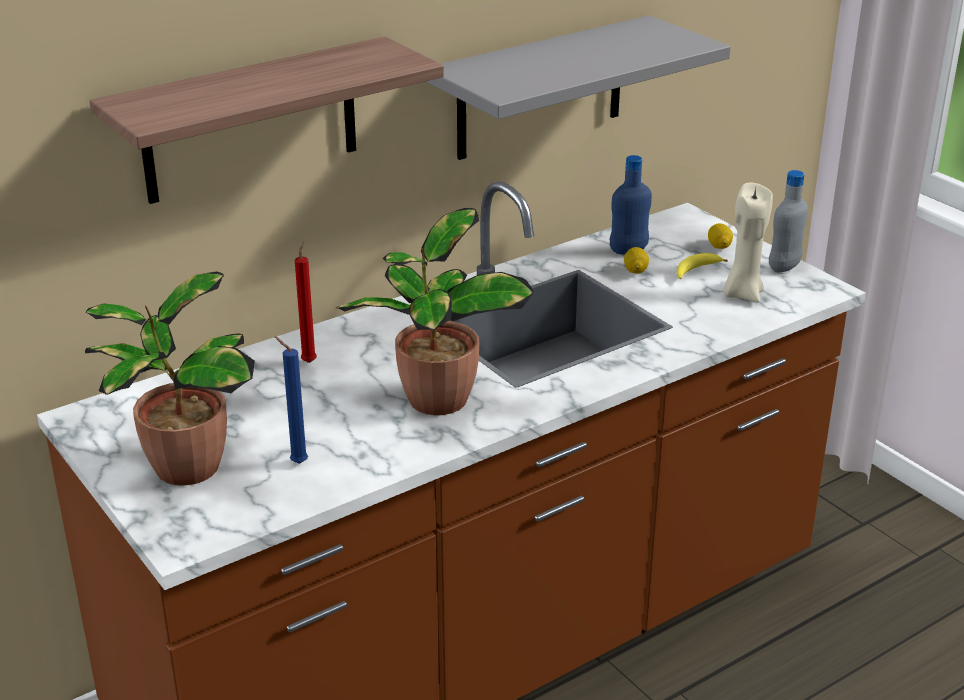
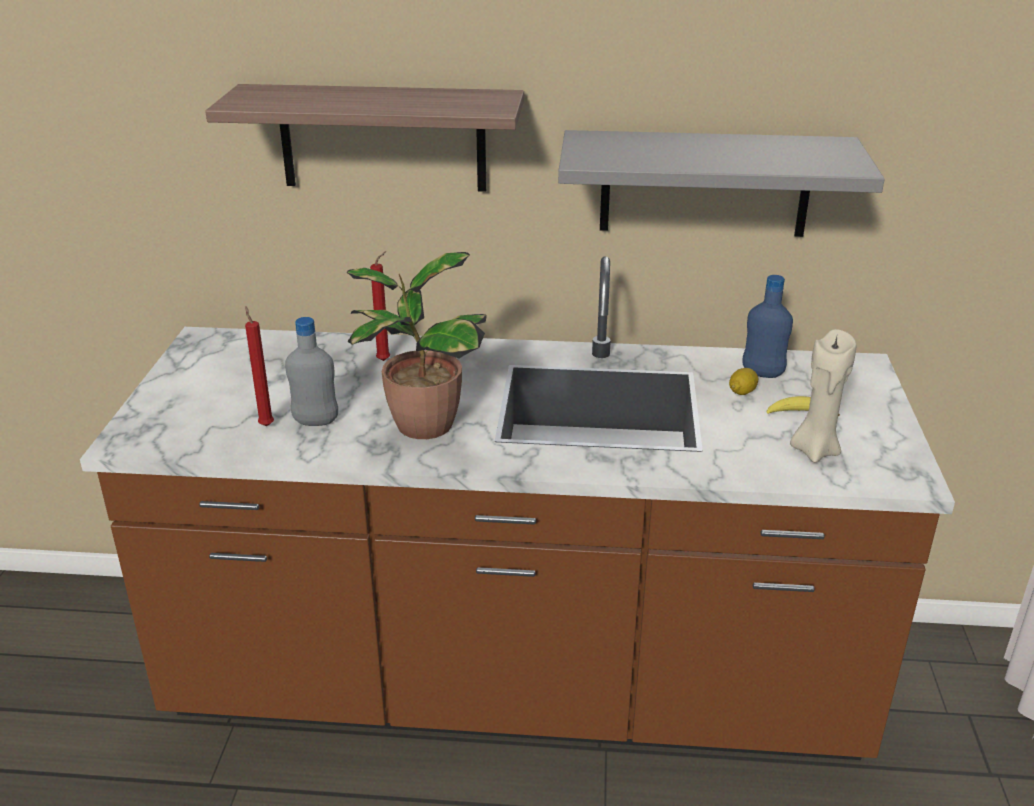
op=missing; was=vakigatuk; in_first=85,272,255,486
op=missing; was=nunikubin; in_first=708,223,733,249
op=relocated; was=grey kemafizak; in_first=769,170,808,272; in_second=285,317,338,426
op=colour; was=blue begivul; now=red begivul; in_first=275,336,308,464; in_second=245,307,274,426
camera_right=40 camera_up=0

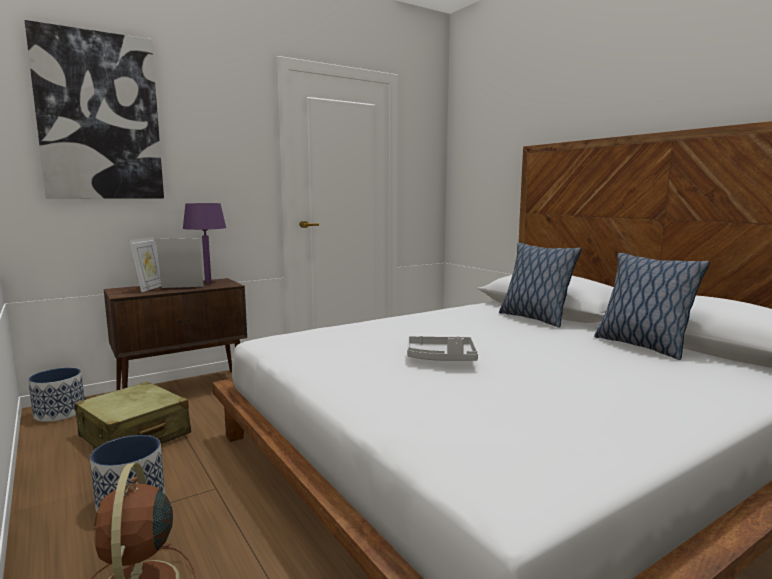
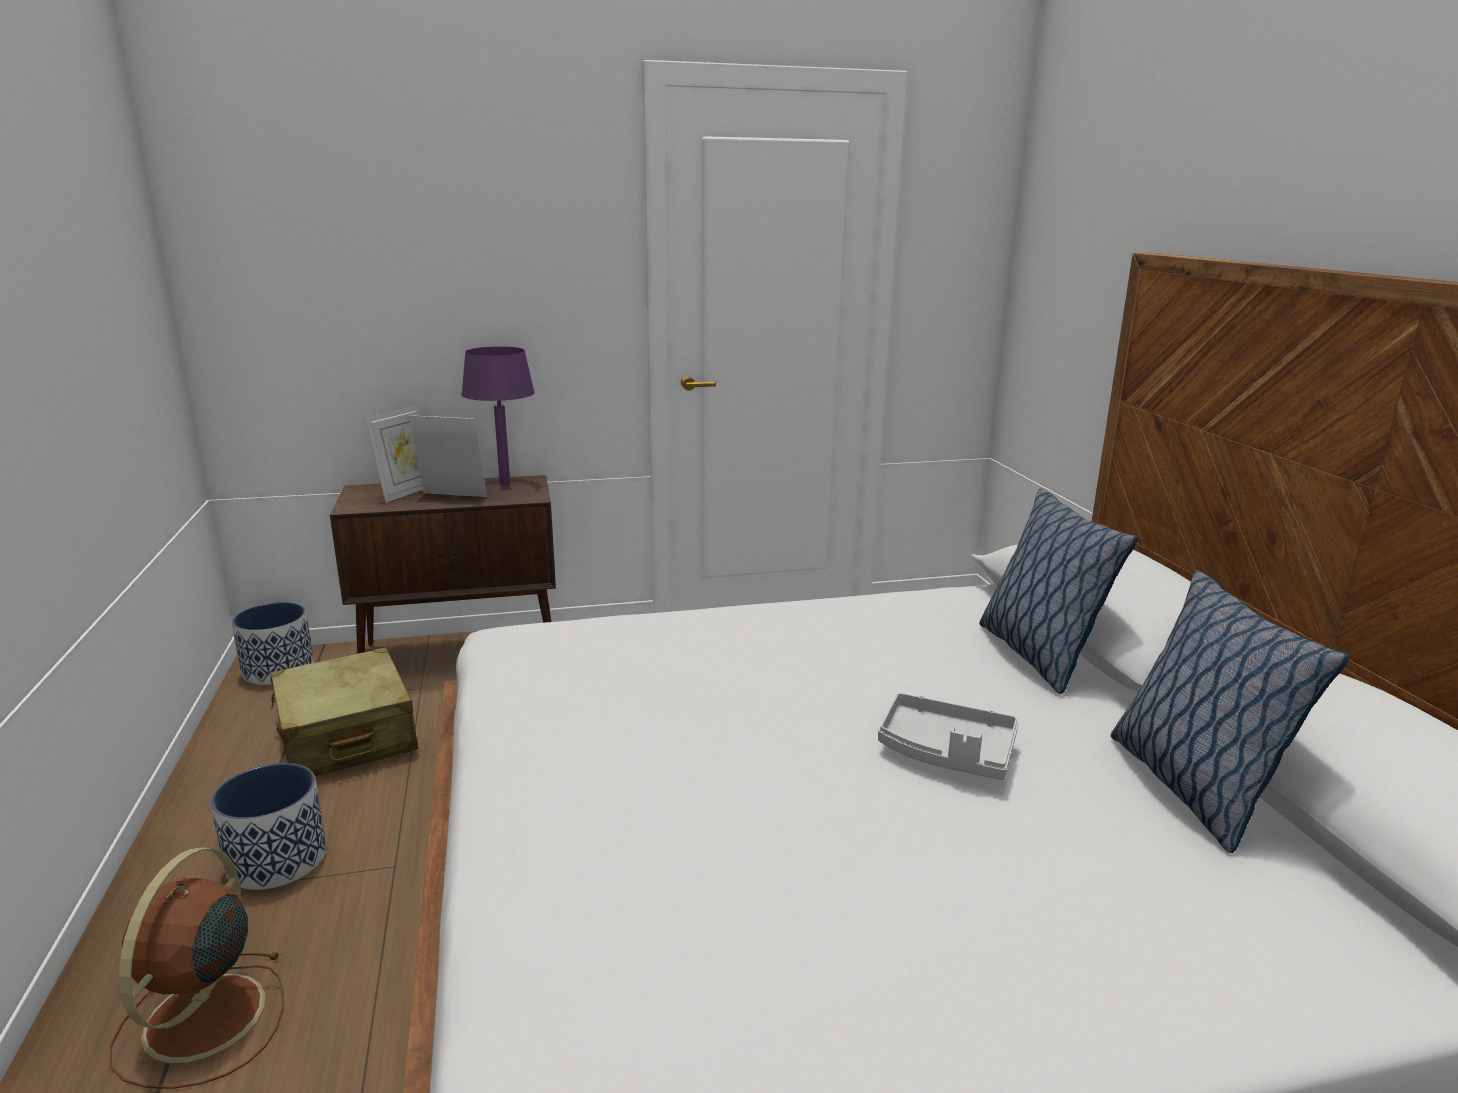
op=missing; was=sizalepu; in_first=25,20,164,199
op=relocated; was=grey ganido; in_first=407,336,478,361; in_second=878,693,1019,780
camera_right=20 camera_up=10

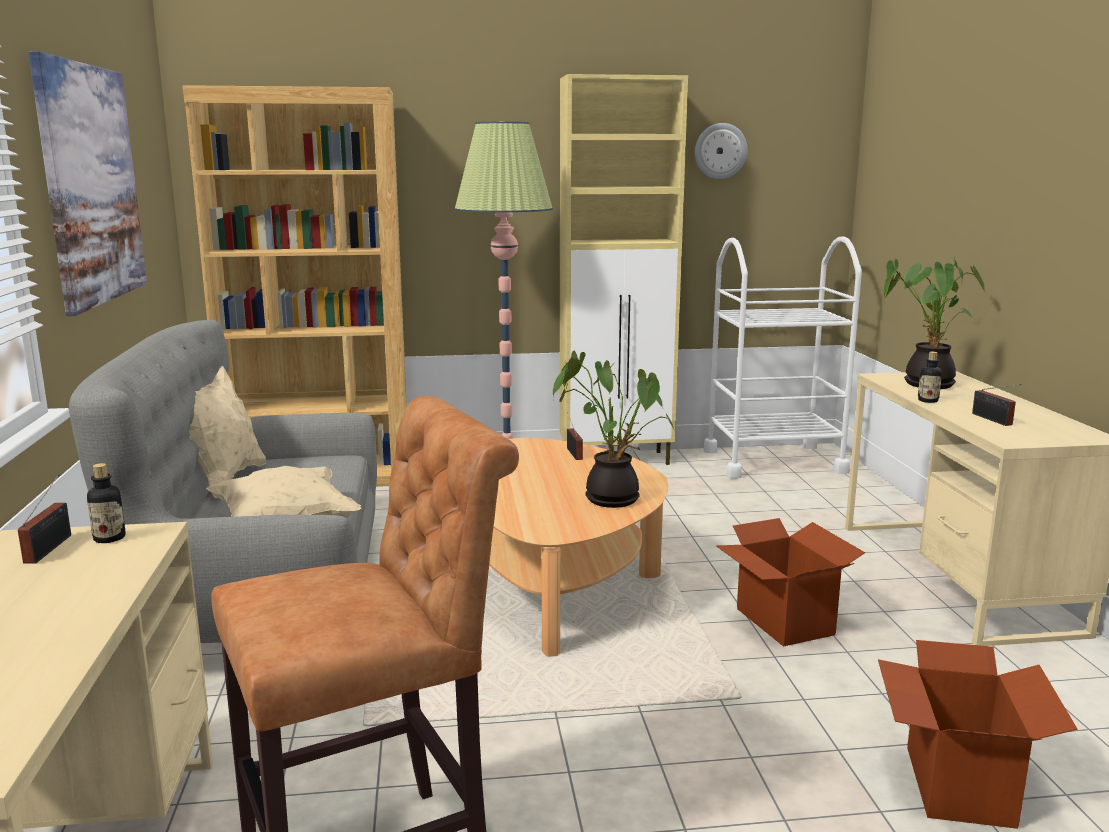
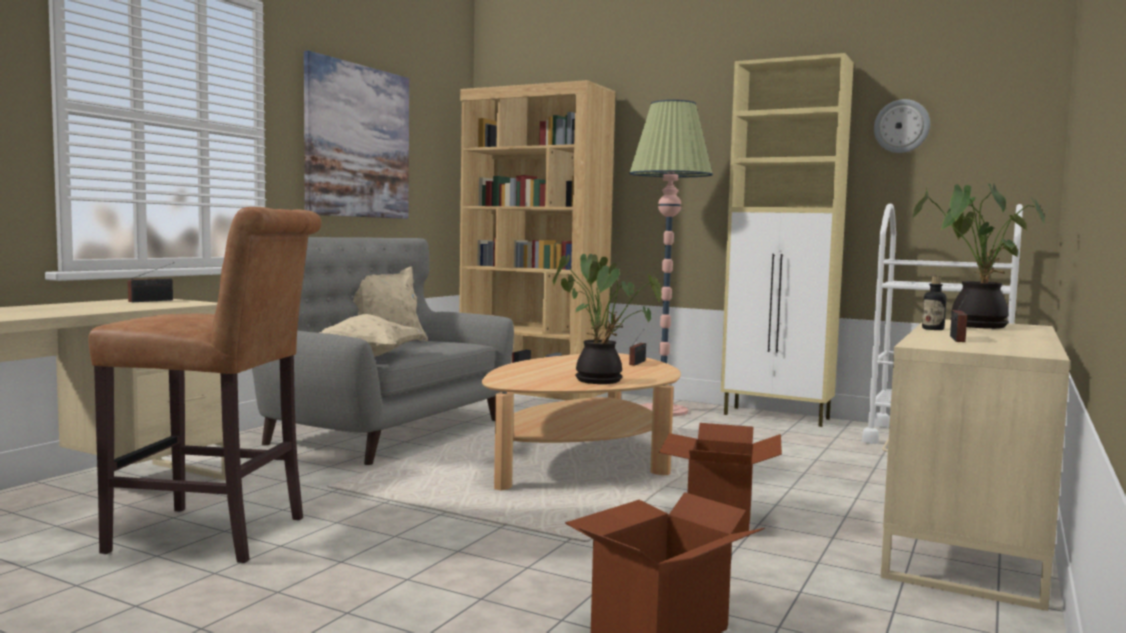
op=missing; was=kemafizak; in_first=87,463,126,543
camera_right=35 camera_up=-10

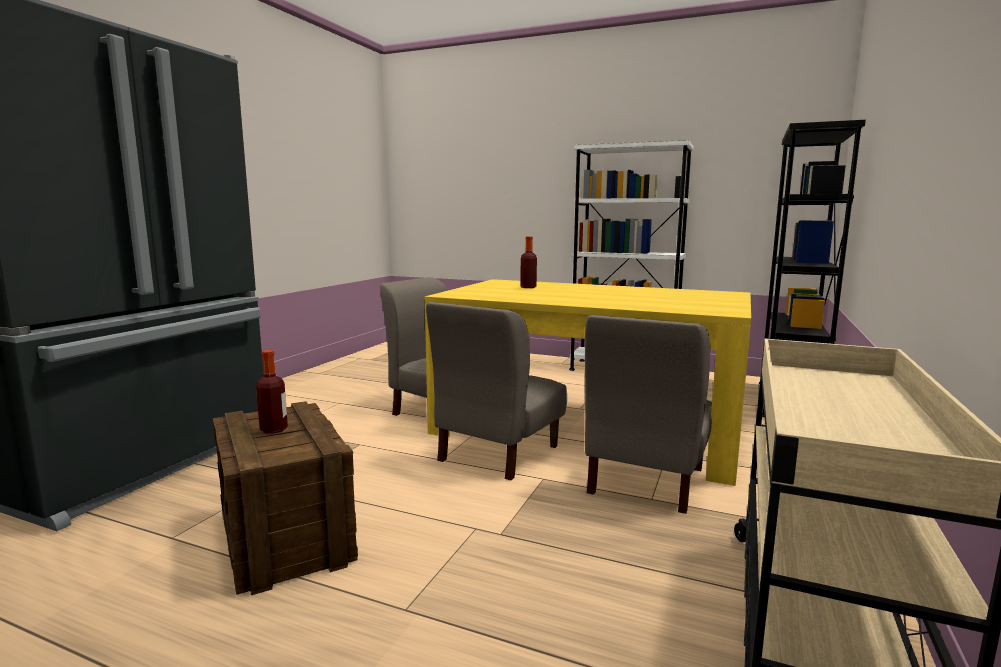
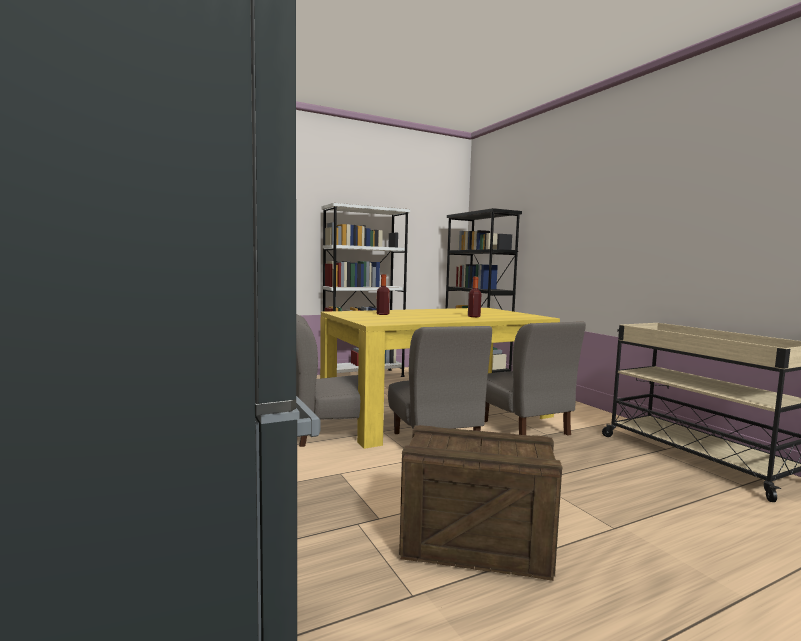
op=relocated; was=kemafizak; in_first=256,350,288,434; in_second=468,277,481,317
camera_right=-50 camera_up=-5

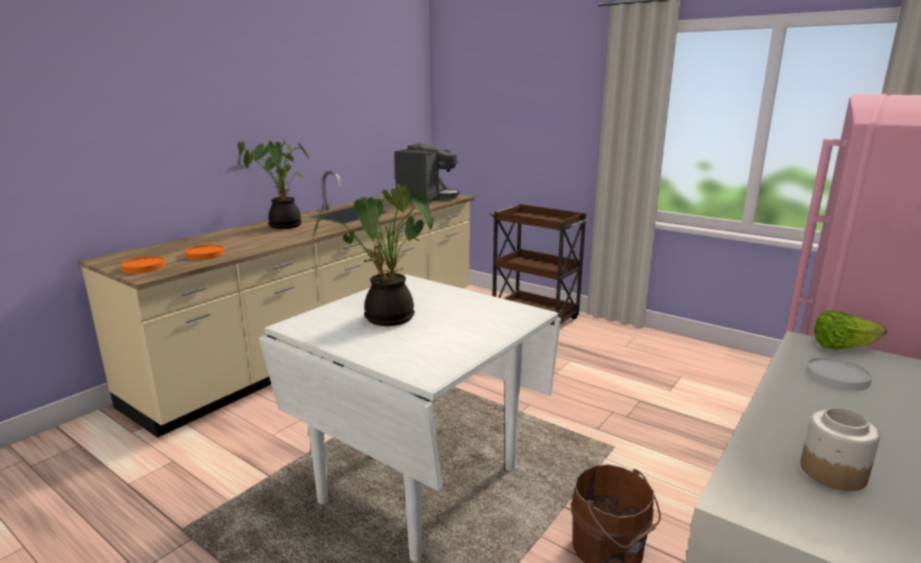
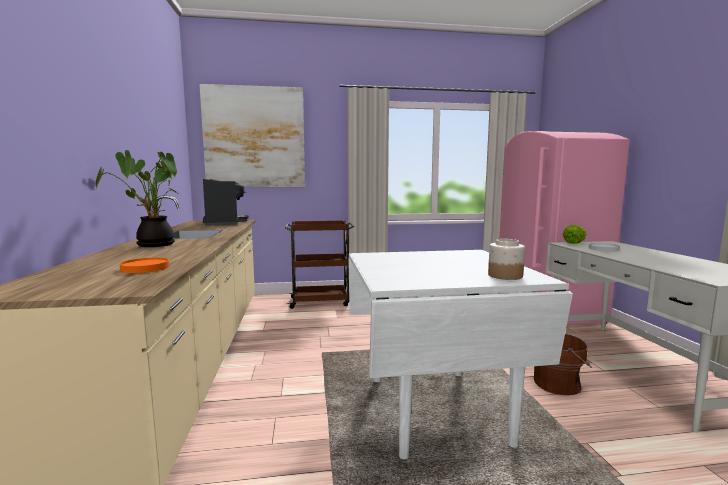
op=missing; was=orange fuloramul; in_first=121,256,165,273
op=missing; was=vakigatuk; in_first=312,183,434,326
op=appeared; now=sizalepu; in_second=199,84,305,187
op=relocated; was=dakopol; in_first=800,408,880,491; in_second=488,239,525,280
camera_right=-45 camera_up=-10

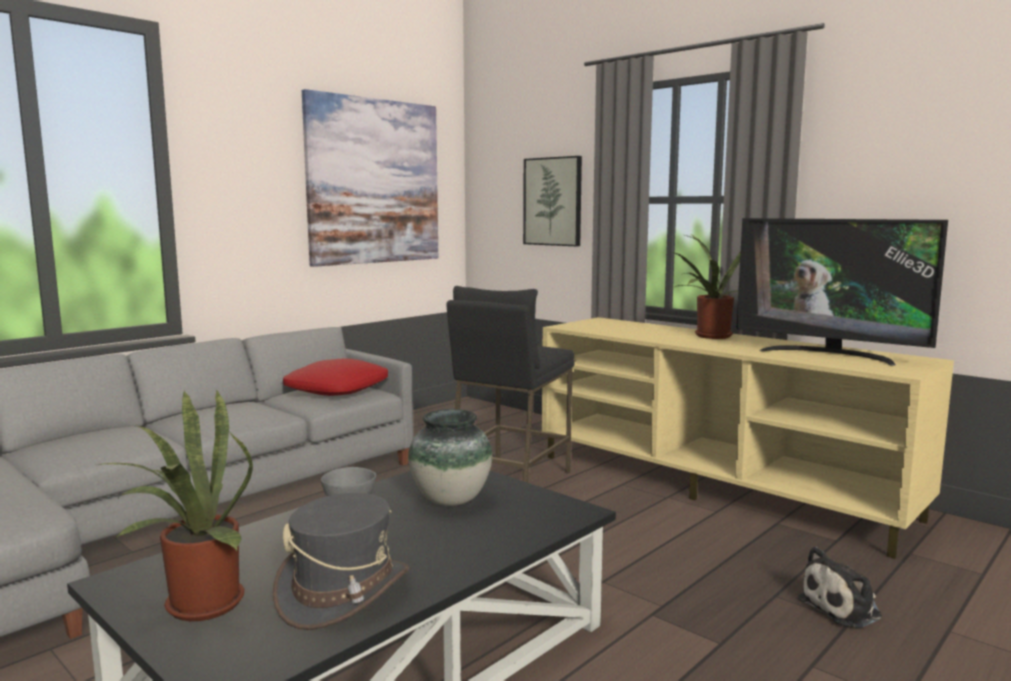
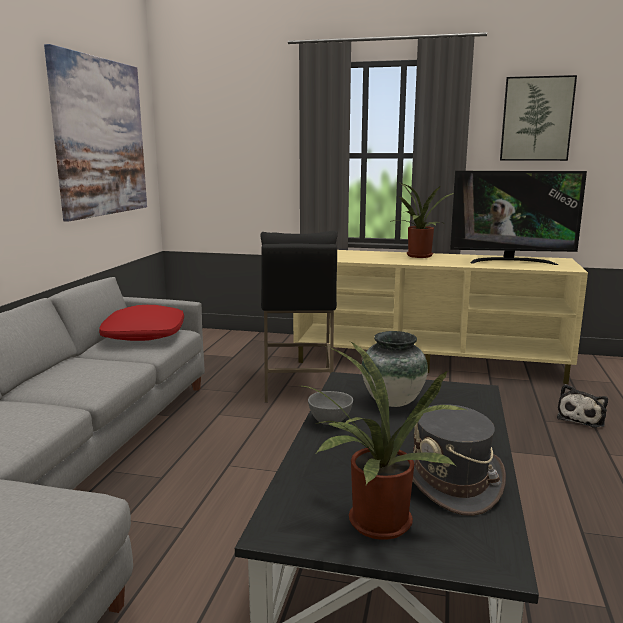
op=relocated; was=sizalepu; in_first=523,156,582,246; in_second=500,75,577,161
camera_right=-30 camera_up=5

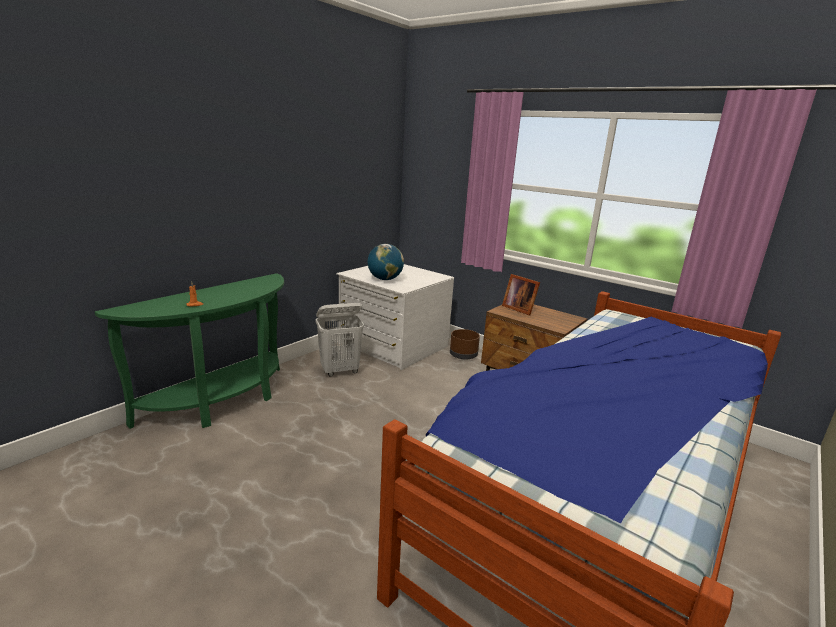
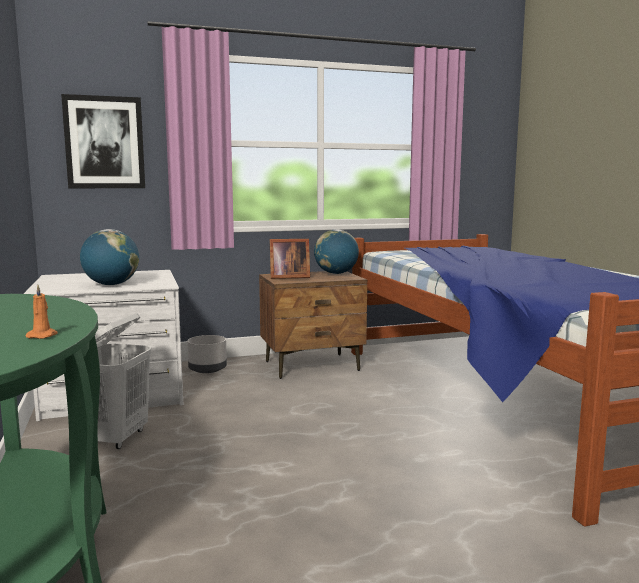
op=appeared; now=sizalepu; in_second=61,94,145,188
op=appeared; now=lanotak; in_second=314,229,359,274
op=colour; was=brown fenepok; now=grey fenepok; in_first=450,329,480,360; in_second=187,335,227,373
camera_right=-55 camera_up=-10

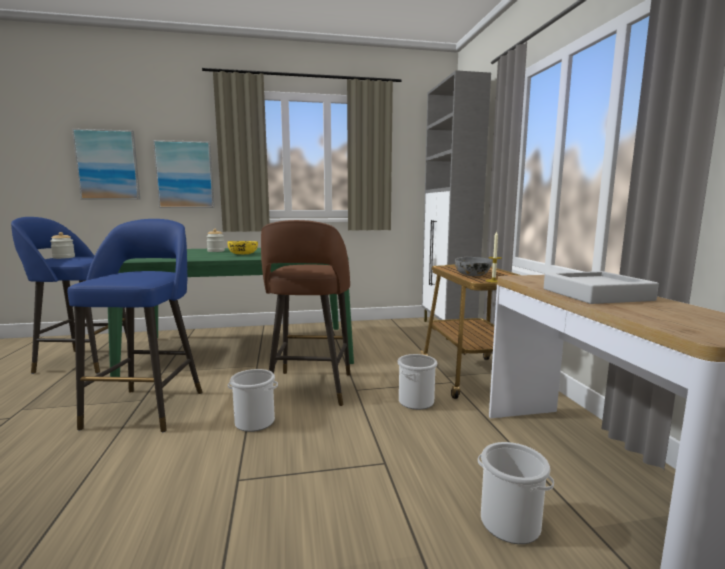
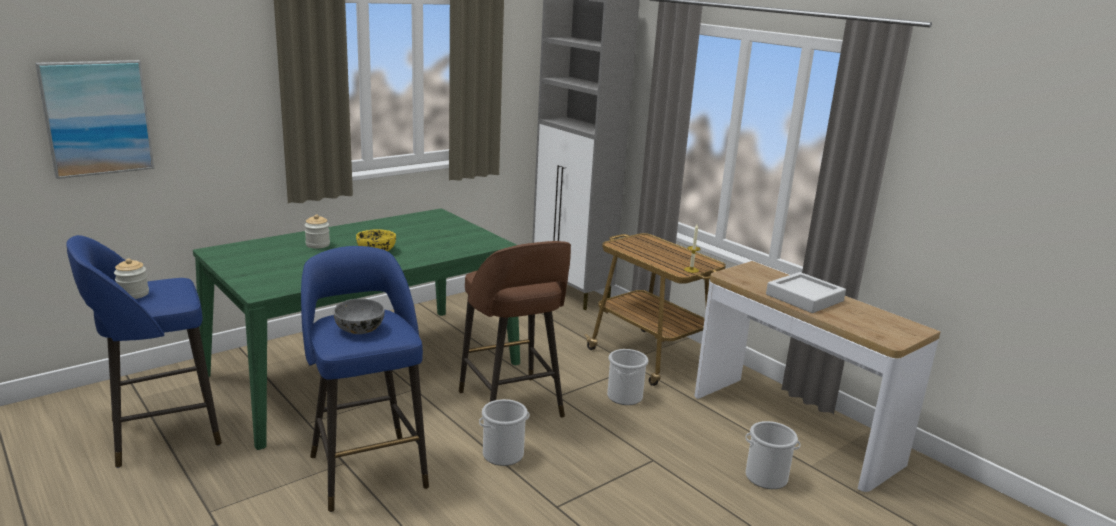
op=missing; was=sizalepu; in_first=153,140,214,208
op=relocated; was=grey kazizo; in_first=455,257,492,276; in_second=334,299,385,334
camera_right=-30 camera_up=10

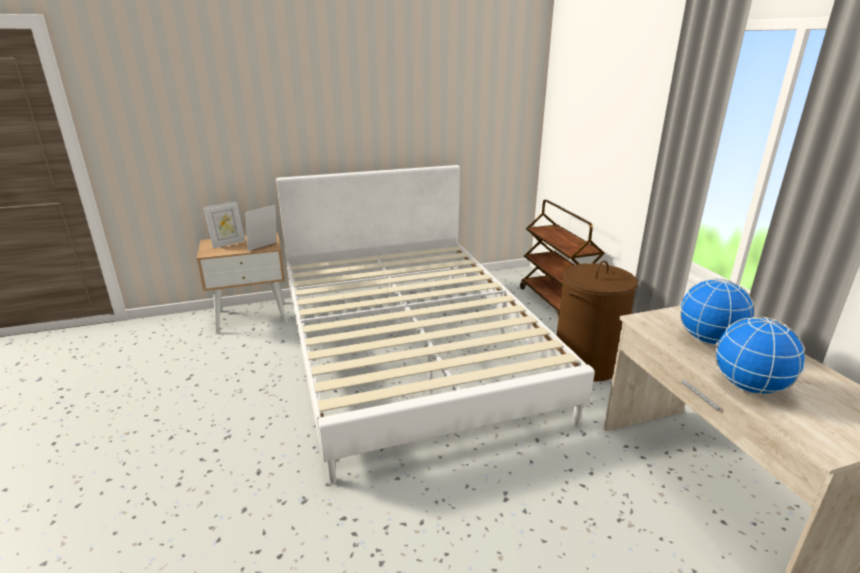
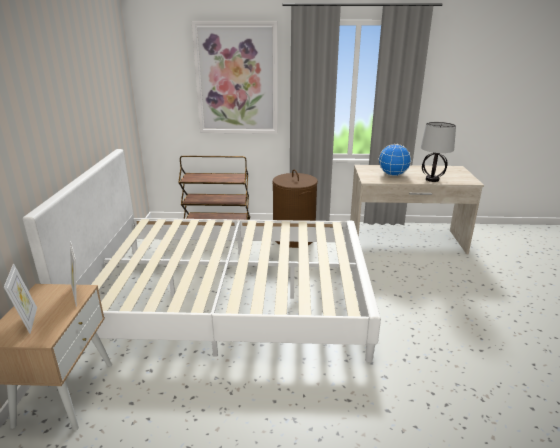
op=appeared; now=sizalepu; in_second=192,21,278,134
op=exchanged; was=lanotak; now=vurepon; in_first=715,317,805,394; in_second=421,122,456,182
camera_right=-70 camera_up=0

